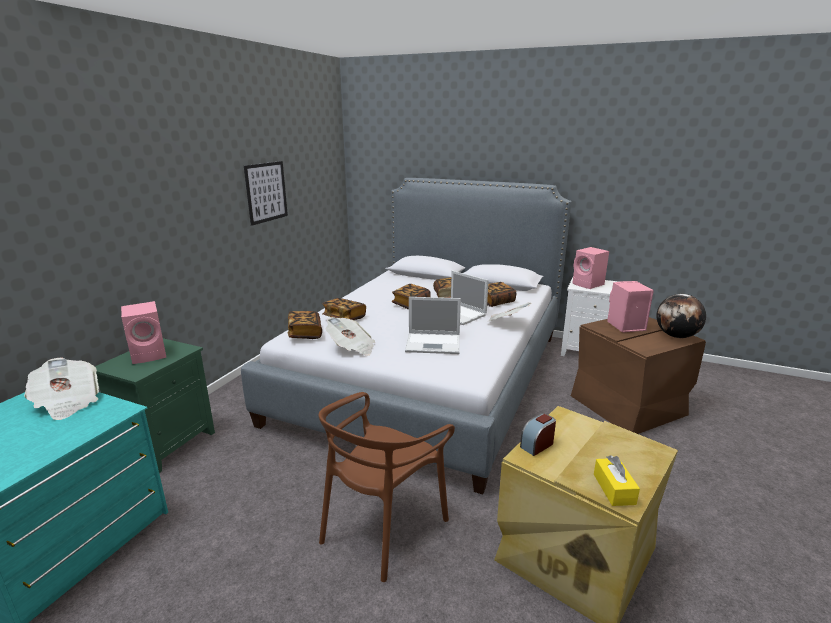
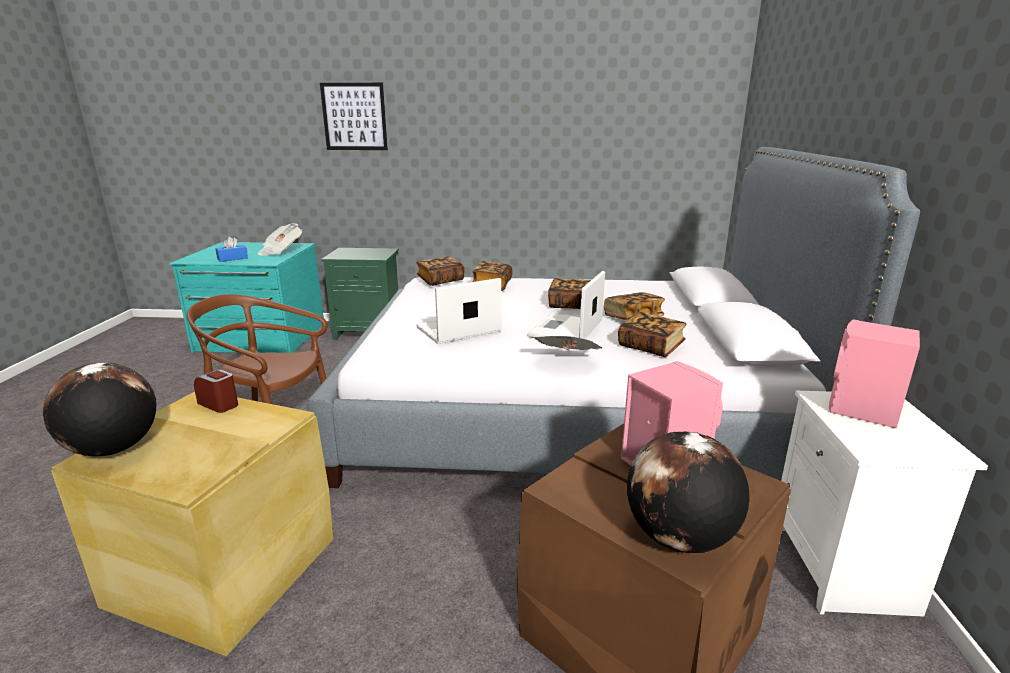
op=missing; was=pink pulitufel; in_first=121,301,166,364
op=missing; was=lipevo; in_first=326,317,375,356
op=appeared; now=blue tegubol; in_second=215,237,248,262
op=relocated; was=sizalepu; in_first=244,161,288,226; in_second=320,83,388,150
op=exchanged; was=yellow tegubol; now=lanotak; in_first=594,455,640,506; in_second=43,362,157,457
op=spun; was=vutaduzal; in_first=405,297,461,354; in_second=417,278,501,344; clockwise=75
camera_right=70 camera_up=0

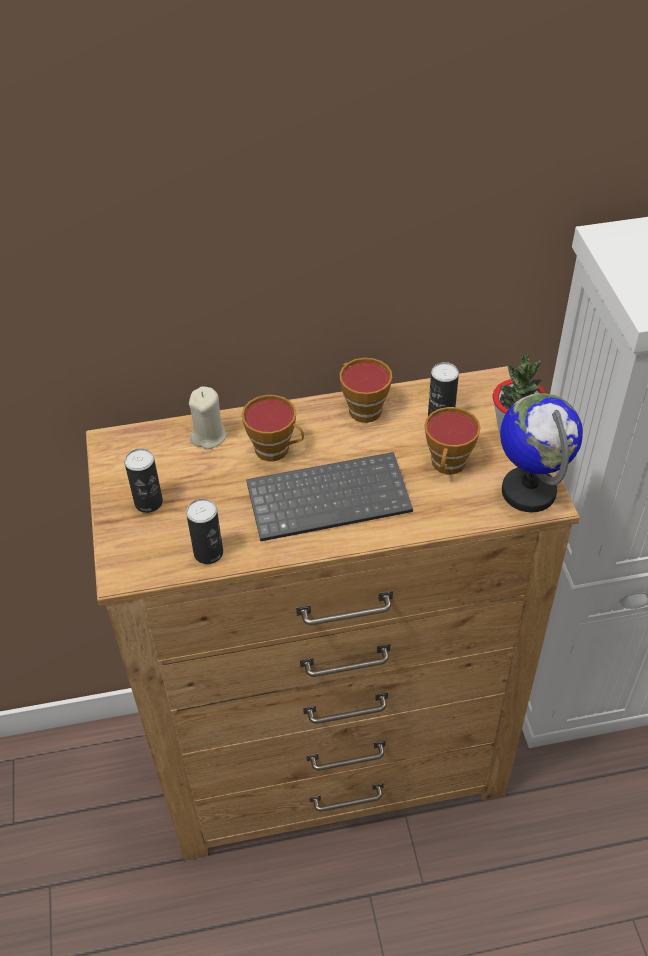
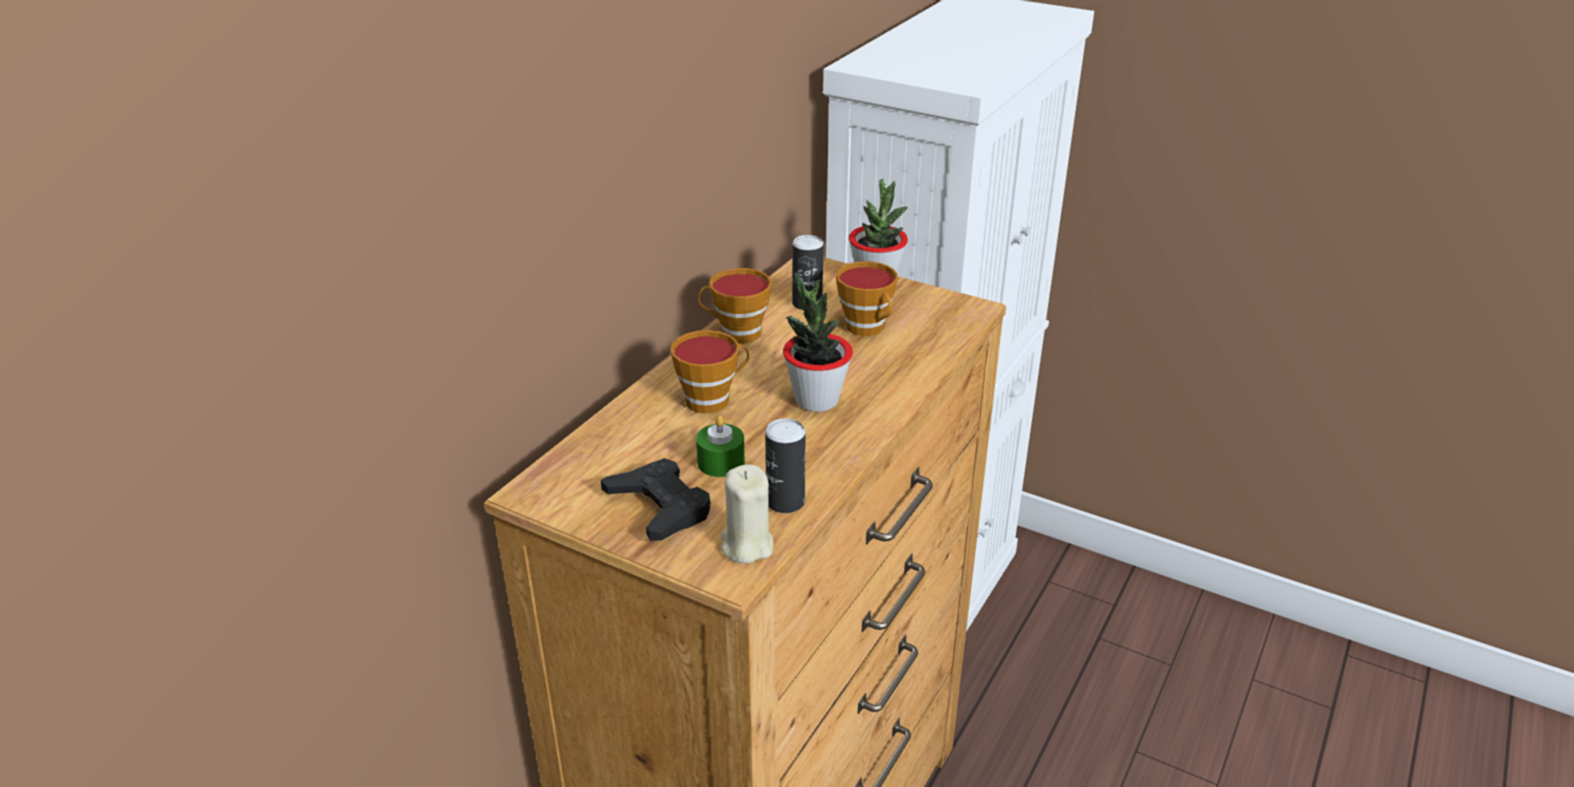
op=missing; was=lanotak; in_first=500,393,583,512
op=appeared; now=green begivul; in_second=696,415,745,477
op=relocated; was=beige begivul; in_first=189,386,226,450; in_second=721,465,773,563
op=exchanged; was=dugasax; now=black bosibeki; in_first=124,448,163,513; in_second=601,458,710,541
op=exchanged; was=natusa; now=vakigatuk; in_first=246,452,413,542; in_second=783,272,853,412
camera_right=-50 camera_up=-15

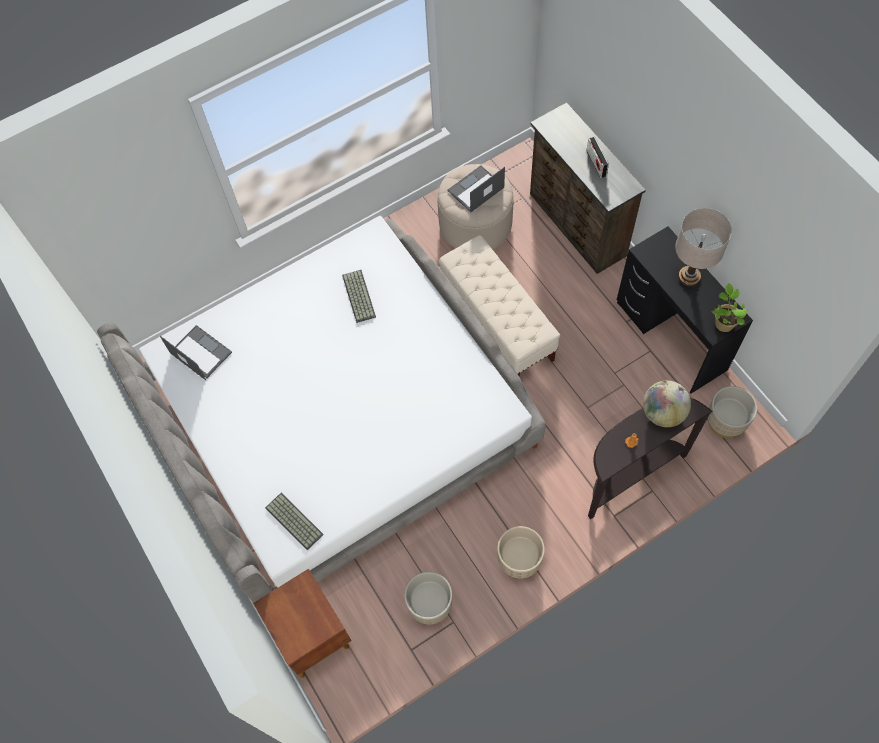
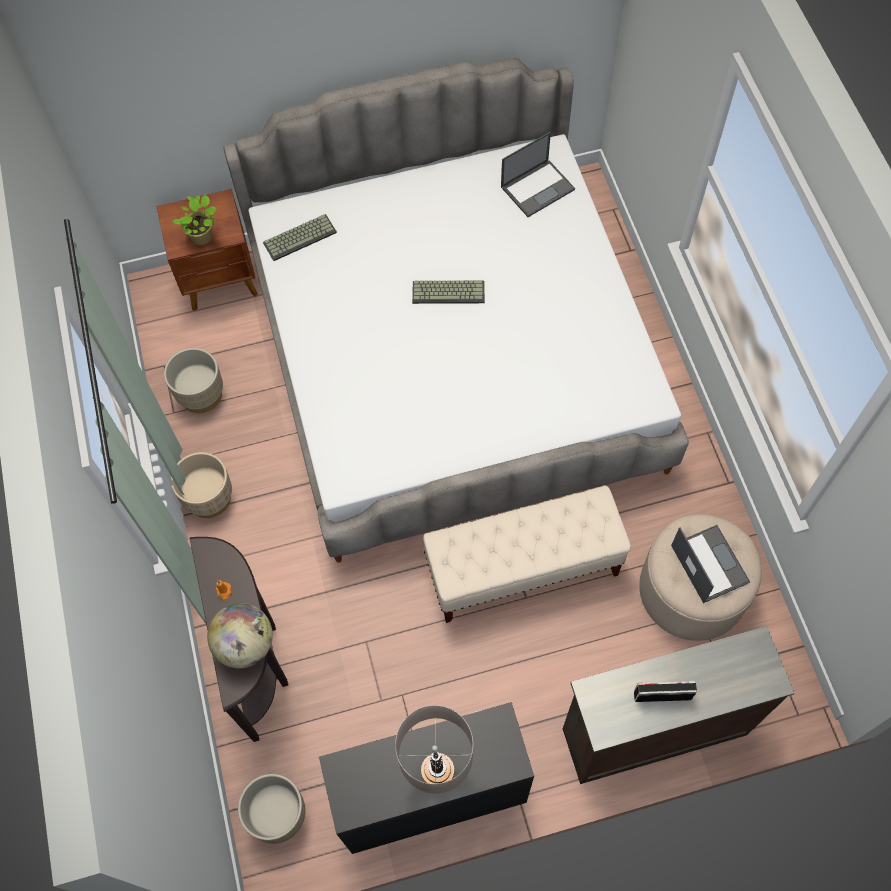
op=relocated; was=natusa; in_first=342,270,376,323; in_second=412,280,485,304
op=relocated; was=vakigatuk; in_first=712,283,748,332; in_second=172,195,217,245
camera_right=105 camera_up=0

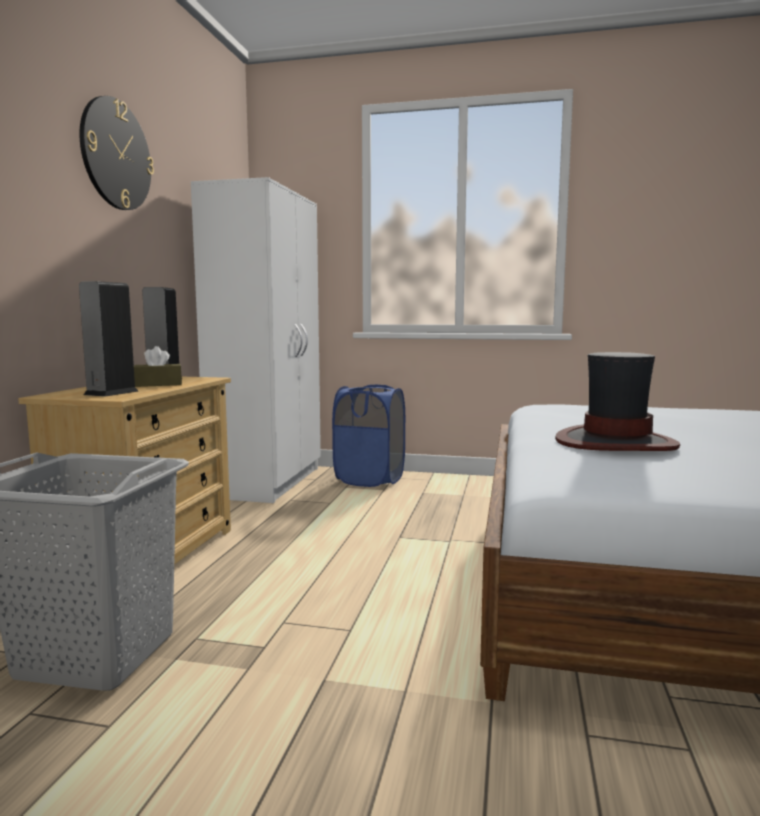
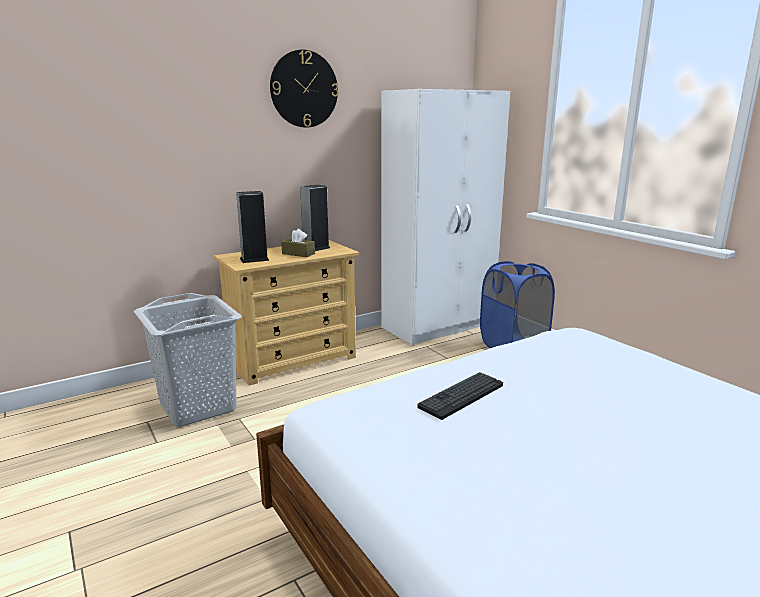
op=exchanged; was=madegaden; now=natusa; in_first=555,352,680,451; in_second=417,372,503,420
camera_right=45 camera_up=10

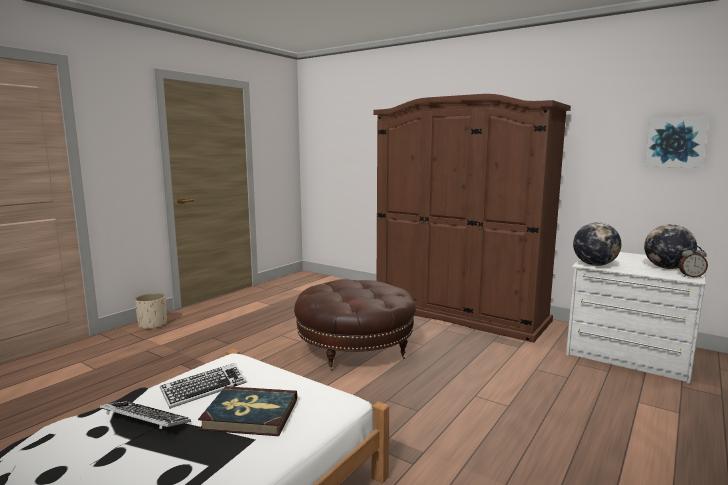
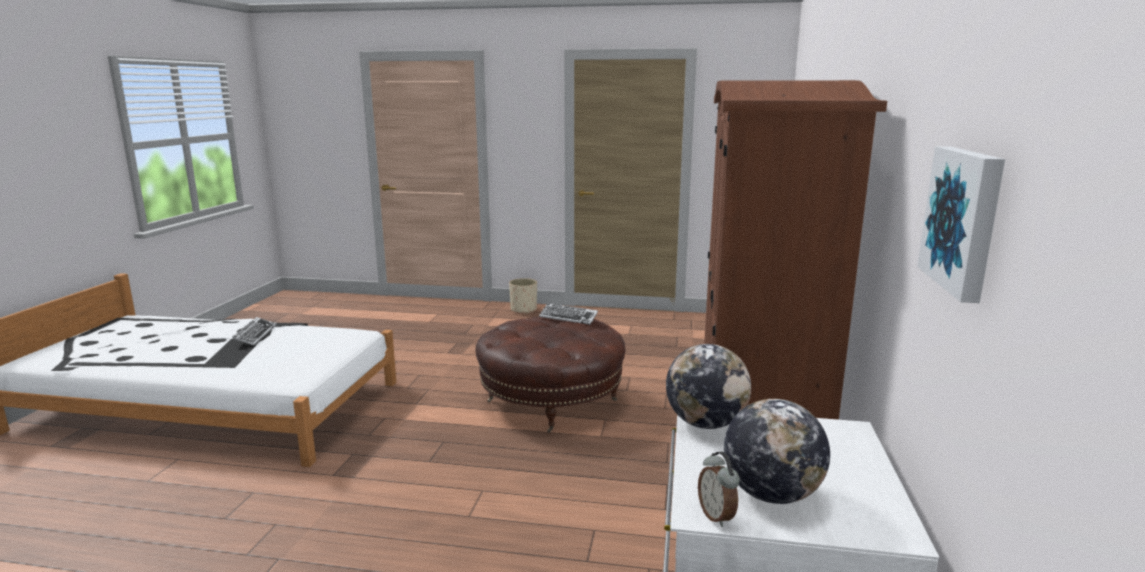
op=missing; was=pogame; in_first=198,386,297,436
op=relocated; was=natusa; in_first=160,363,246,409; in_second=539,303,598,325
camera_right=65 camera_up=5

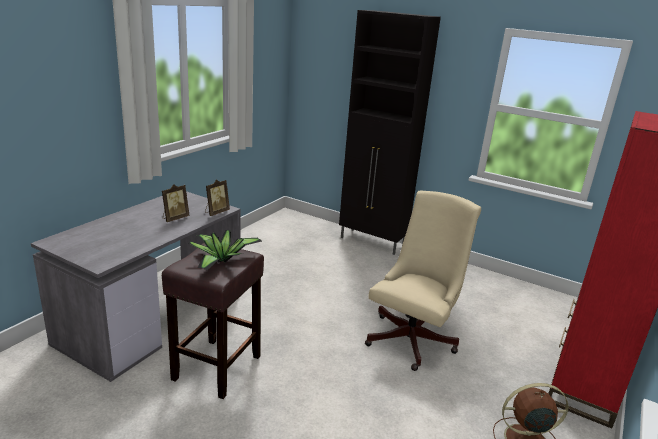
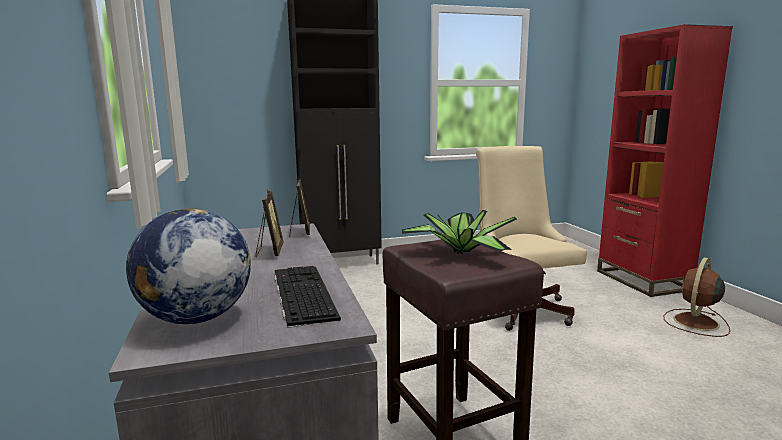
op=appeared; now=lanotak; in_second=126,208,251,324
op=appeared; now=natusa; in_second=274,266,341,328
camera_right=-45 camera_up=-10

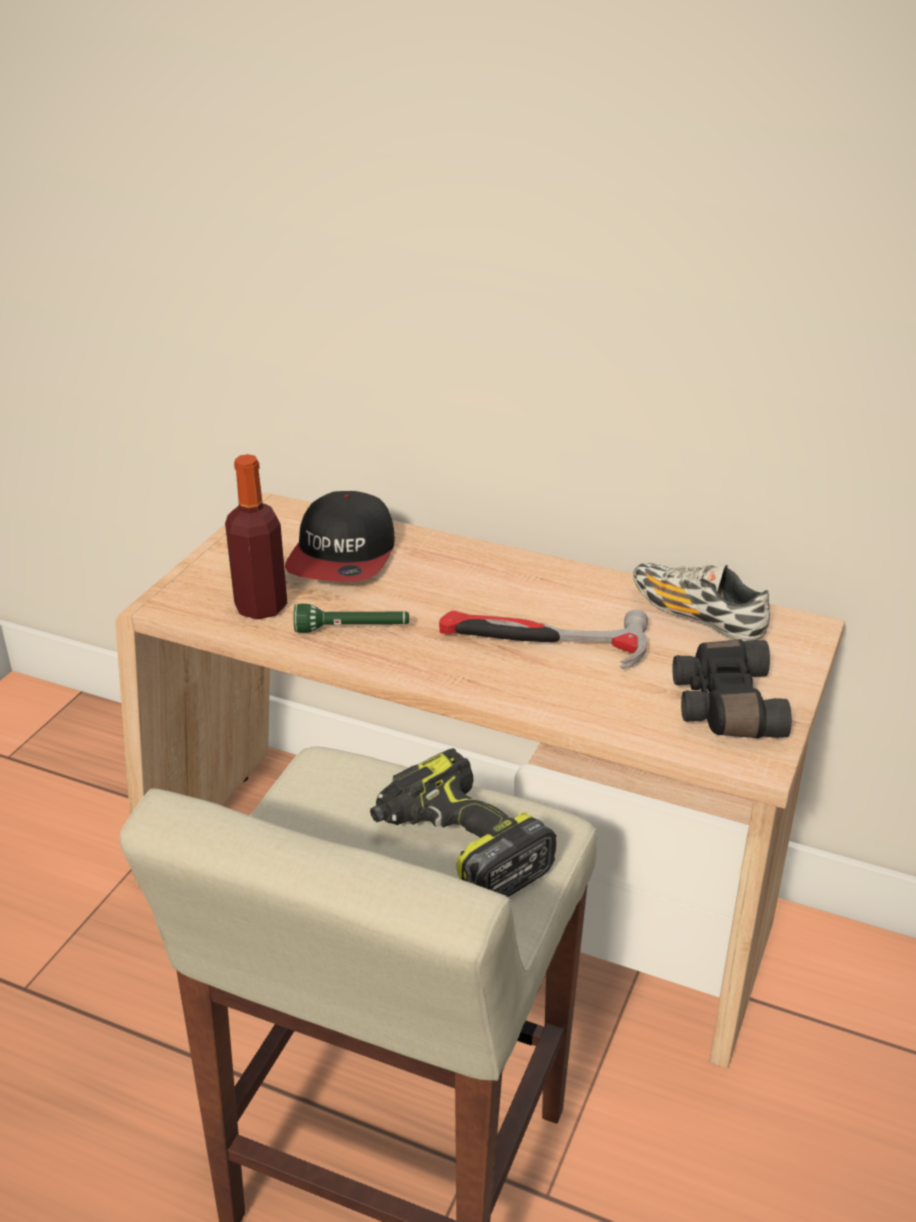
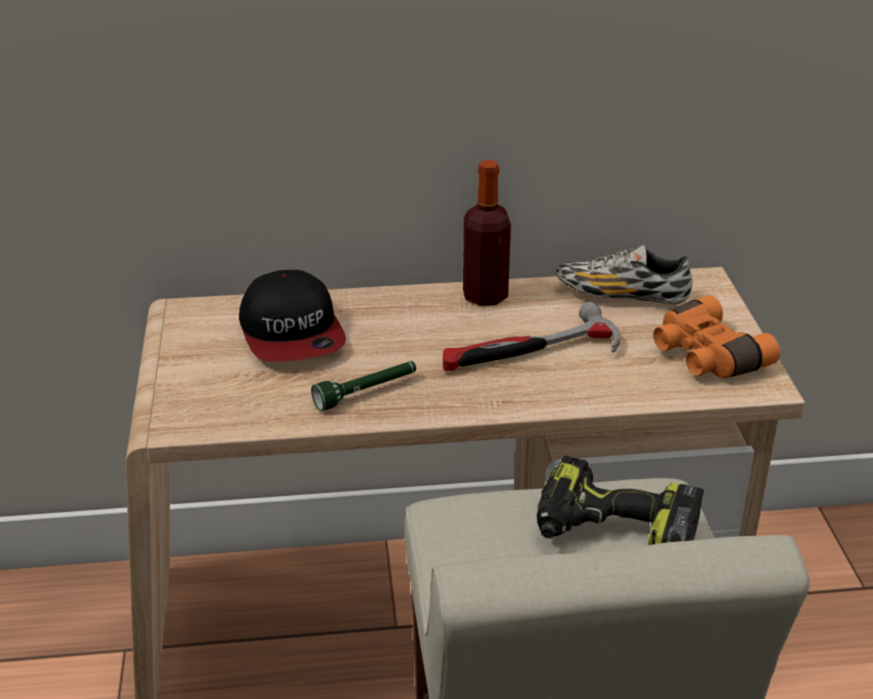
op=relocated; was=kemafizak; in_first=225,454,288,619; in_second=463,160,511,306
op=colour; was=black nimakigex; now=orange nimakigex; in_first=672,639,792,738; in_second=653,295,780,378
camera_right=-30 camera_up=0

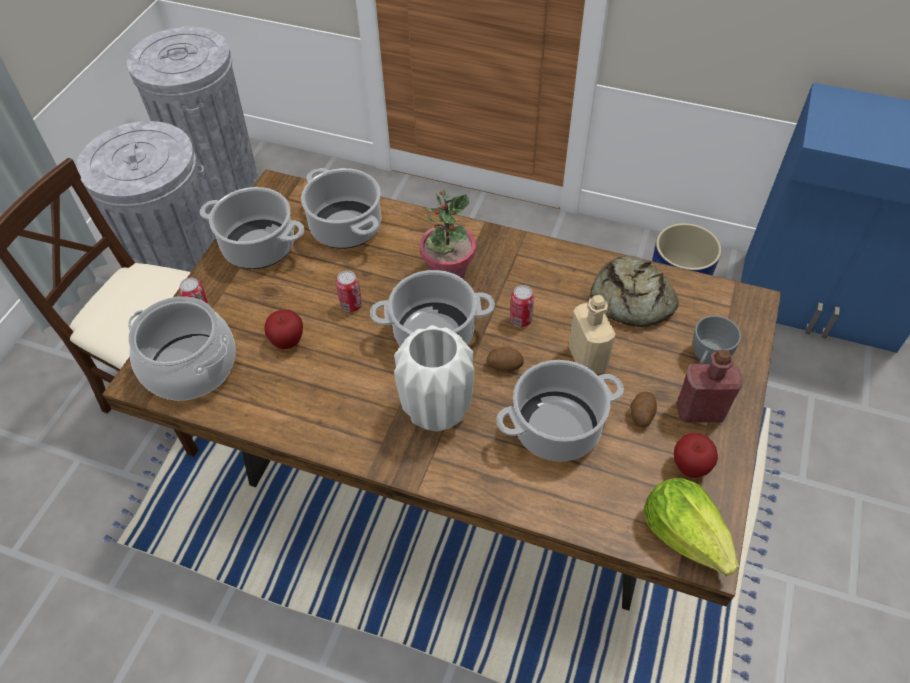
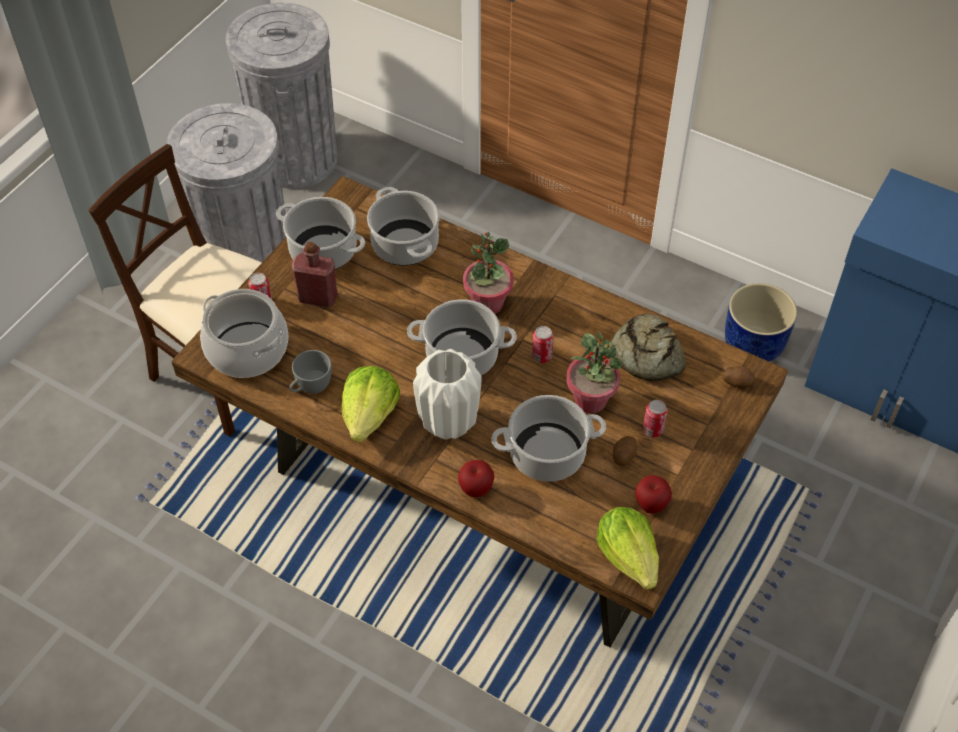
op=appeared; now=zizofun; in_second=341,366,400,442
op=relocated; was=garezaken; in_first=264,309,303,349; in_second=458,460,494,497
op=relocated; was=dugasax; in_first=336,271,362,312; in_second=643,400,668,437
op=relocated; was=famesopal; in_first=487,347,524,372; in_second=723,366,755,389
op=relocated; was=red kemafizak; in_first=677,350,743,423; in_second=292,242,337,307
op=relocated; was=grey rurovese; in_first=693,315,741,364; in_second=289,350,332,394
op=exchanged; was=beige kemafizak; now=vakigatuk; in_first=568,295,616,374; in_second=566,331,623,413
camera_right=10 camera_up=0

